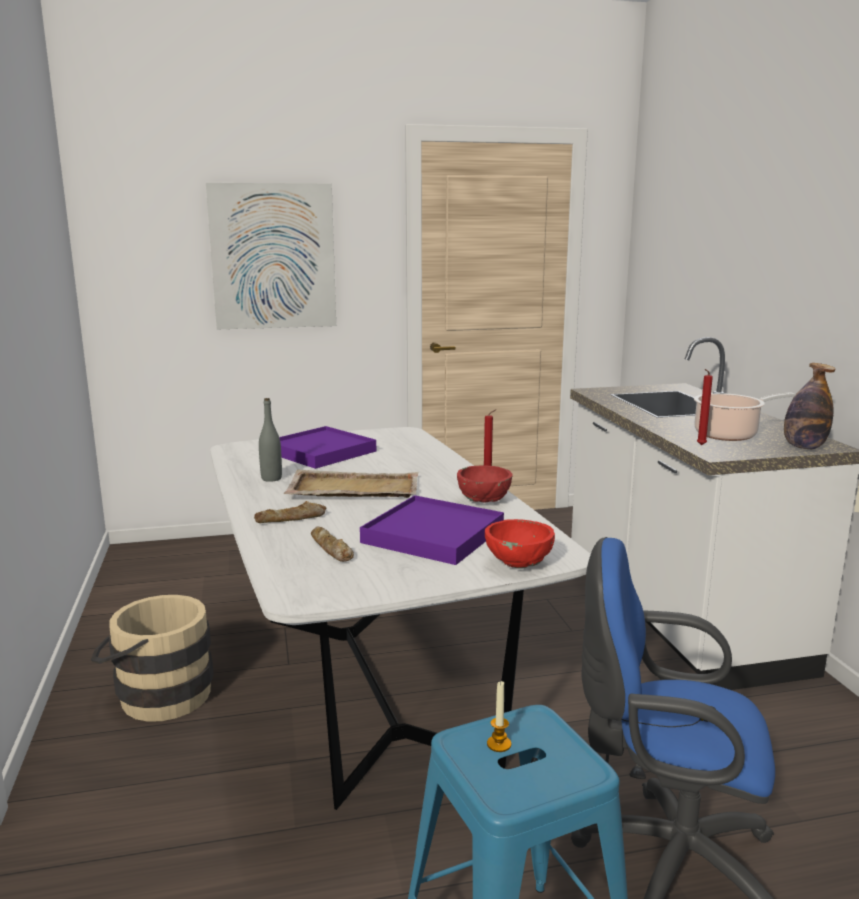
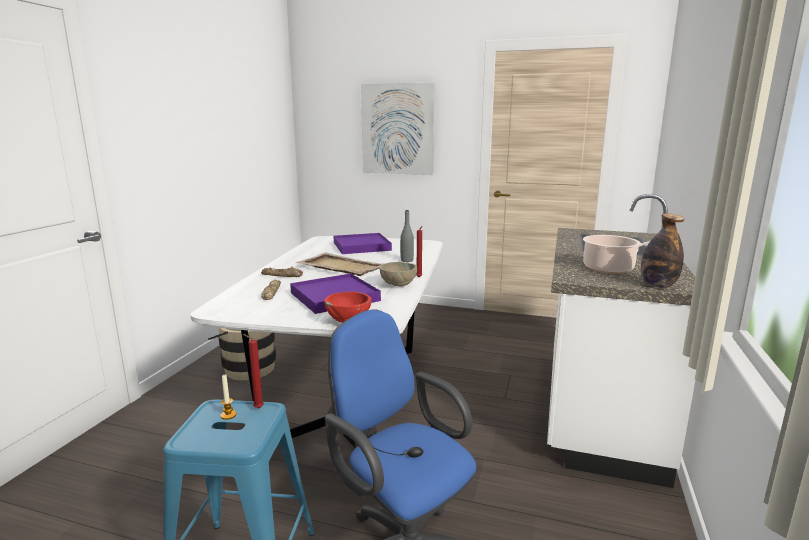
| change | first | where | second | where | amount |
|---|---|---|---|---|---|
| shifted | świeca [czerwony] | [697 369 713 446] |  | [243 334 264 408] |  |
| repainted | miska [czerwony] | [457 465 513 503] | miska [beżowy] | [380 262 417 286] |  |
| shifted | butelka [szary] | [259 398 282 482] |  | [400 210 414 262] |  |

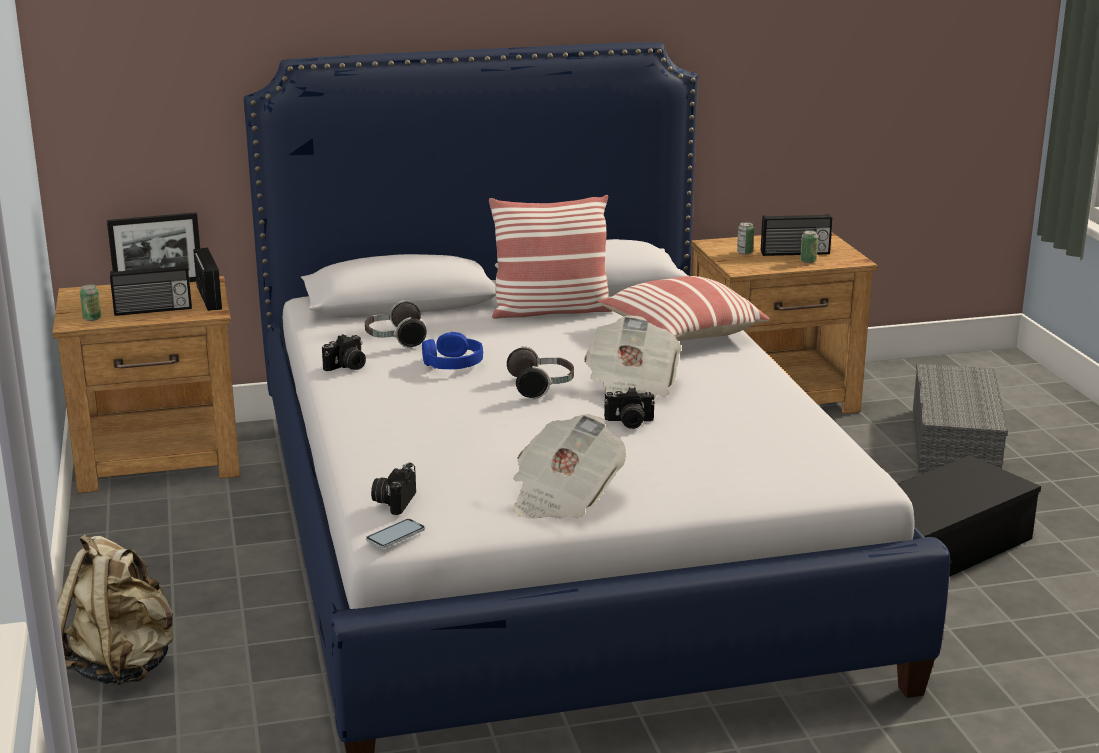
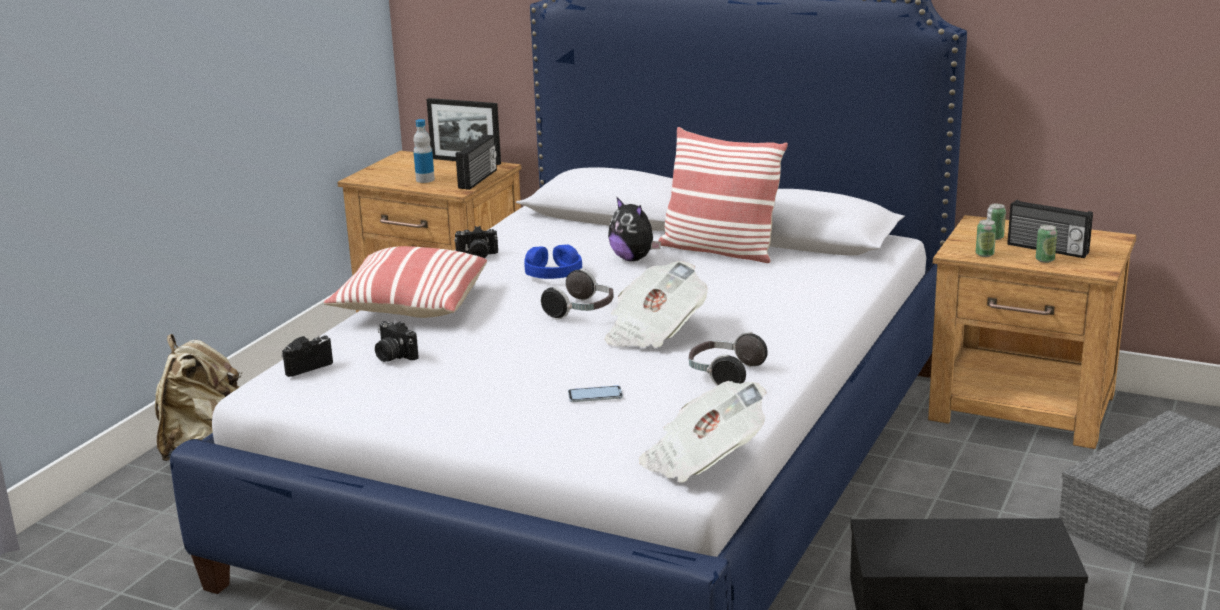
| change | first | where | second | where | amount |
|---|---|---|---|---|---|
| shifted | poduszka | [598 276 769 341] |  | [324 246 487 318] |  |
| shifted | aparat fotograficzny | [604 387 655 429] |  | [375 321 419 362] |  |
| swapped | radio | [110 265 192 316] | butelka | [413 119 435 183] |  |
| shifted | telefon | [366 519 425 548] |  | [568 386 623 402] |  |
| new |  |  | pluszak | [608 197 661 261] |  |
| shifted | gazeta | [513 414 626 519] |  | [639 381 767 483] |  |
| shifted | słuchawki | [365 300 427 349] |  | [689 331 768 386] |  |
| shifted | puszka | [80 285 101 321] |  | [976 220 996 257] |  |

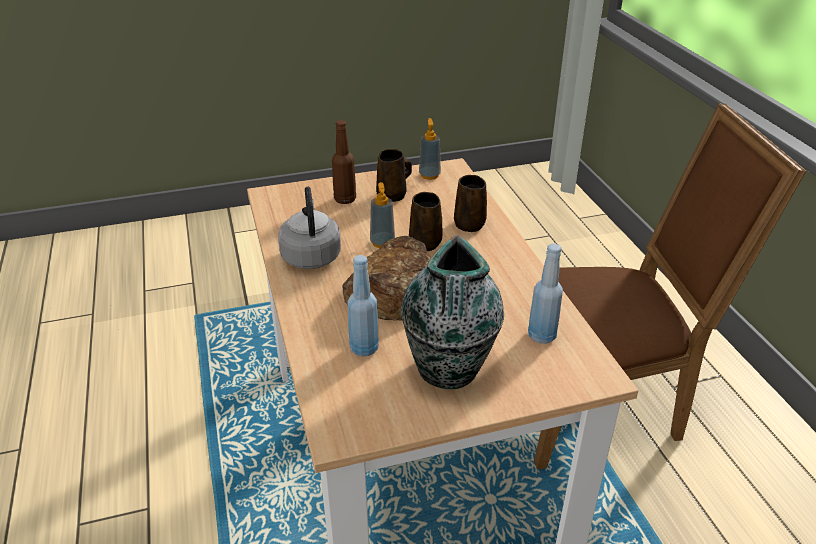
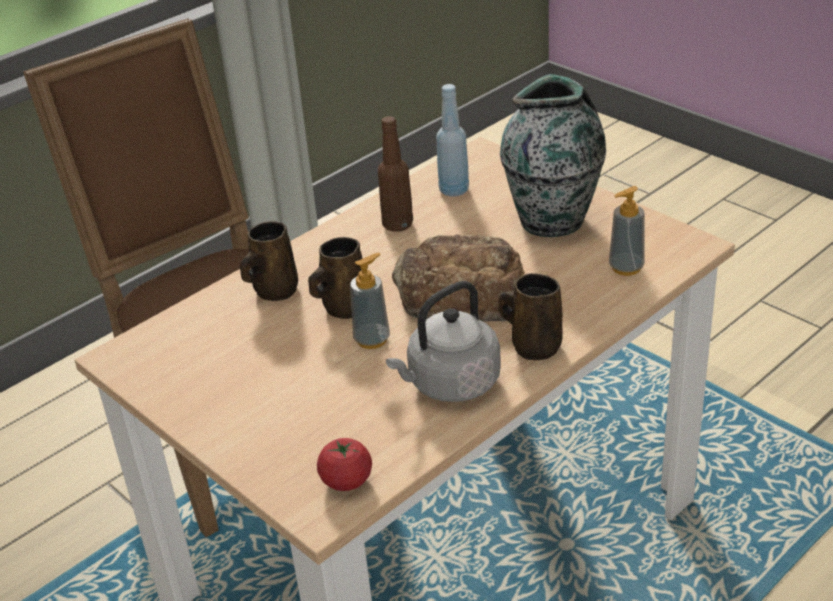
| change | first | where | second | where | amount |
|---|---|---|---|---|---|
| new |  |  | pomidor | [317 438 372 491] |  |
| shifted | butelka [brązowy] | [332 120 356 204] |  | [378 116 413 232] |  |
| shifted | kubek [brązowy] | [376 149 412 202] |  | [499 273 563 360] |  |
| shifted | dozownik mydła | [419 118 441 180] |  | [609 186 644 276] |  |
| gone | butelka [niebieski] | [347 255 379 356] |  |  |  |

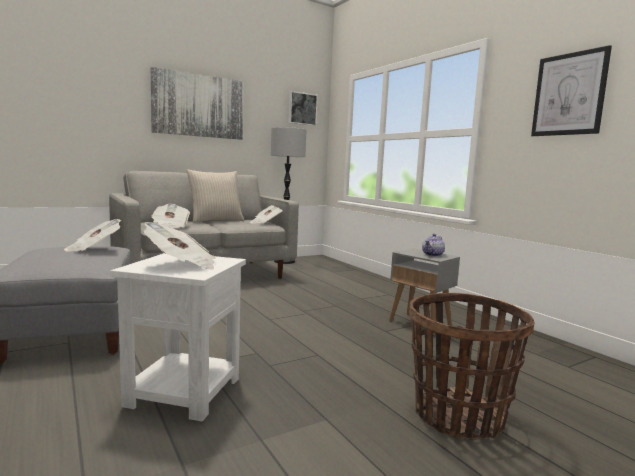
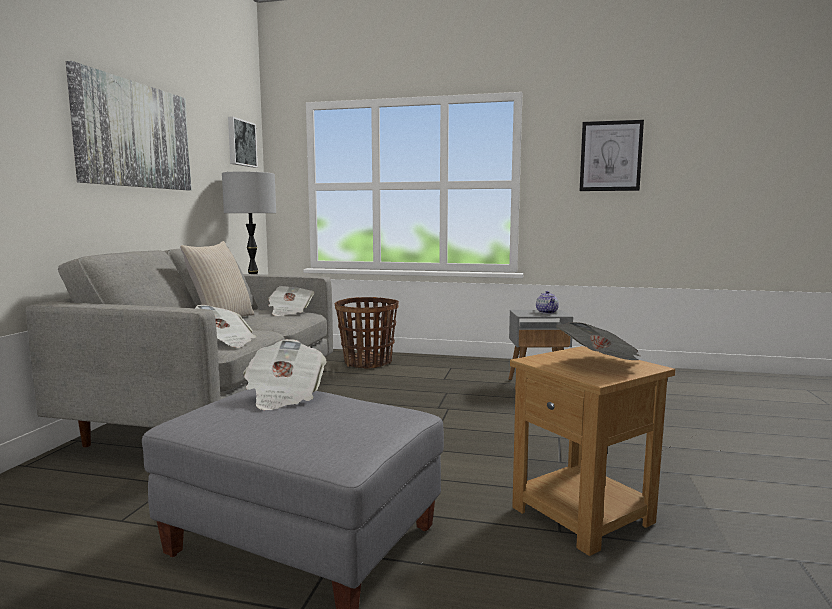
| change | first | where | second | where | amount |
|---|---|---|---|---|---|
| shifted | koszyk | [409 293 535 439] |  | [335 297 399 369] |  |
| repainted | stolik [biały] | [111 253 246 422] | stolik [brązowy] | [510 346 675 556] |  |

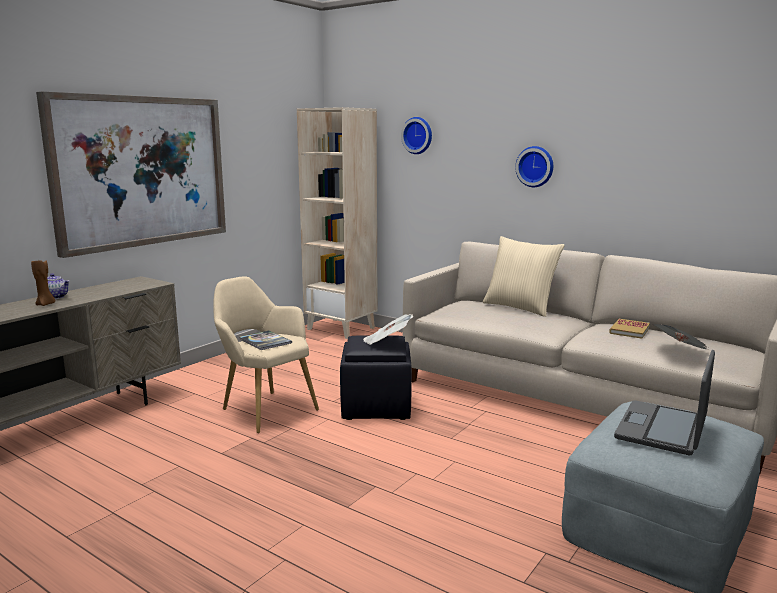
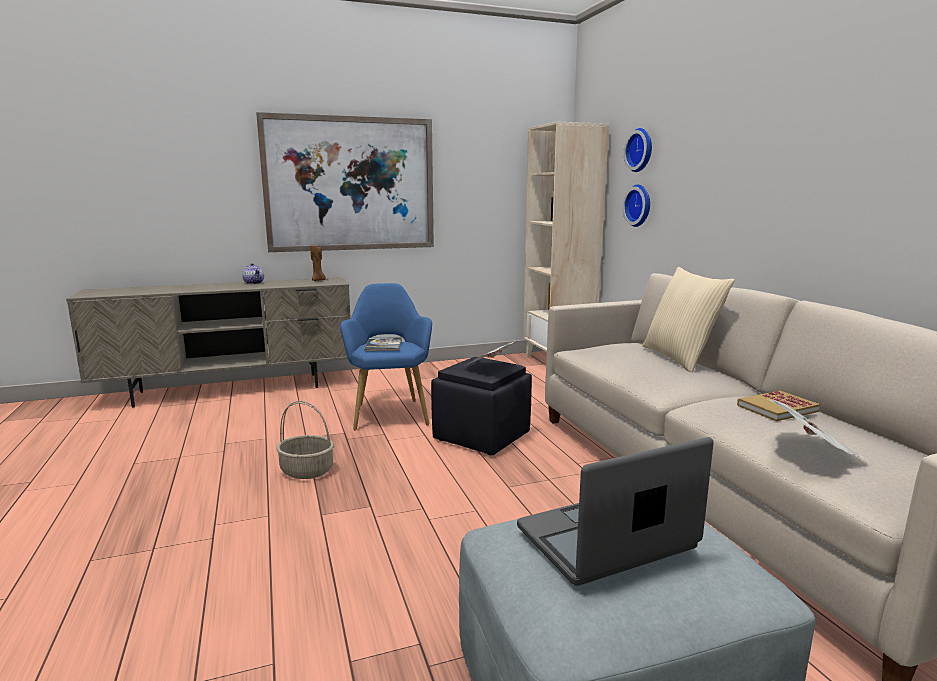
| change | first | where | second | where | amount |
|---|---|---|---|---|---|
| new |  |  | koszyk | [276 401 334 479] |  |
| shifted | świeca [brązowy] | [31 260 55 306] |  | [310 246 326 281] |  |
| repainted | fotel [beżowy] | [213 276 319 433] | fotel [niebieski] | [340 283 432 430] |  |
| shifted | zegar ścienny | [515 146 553 187] |  | [623 184 650 227] |  |

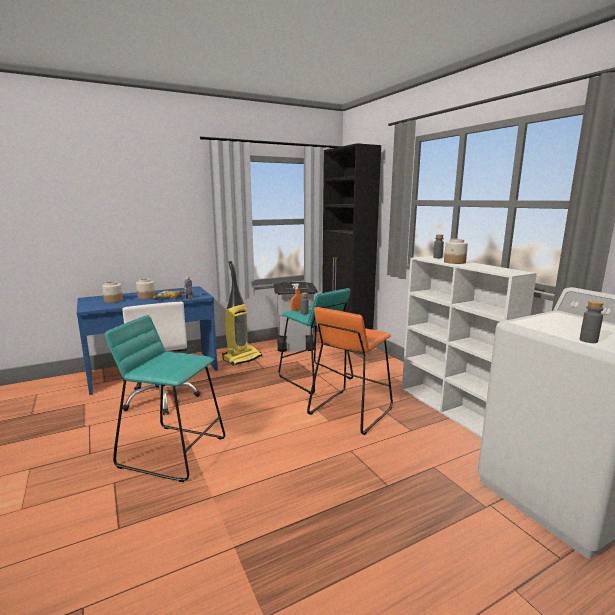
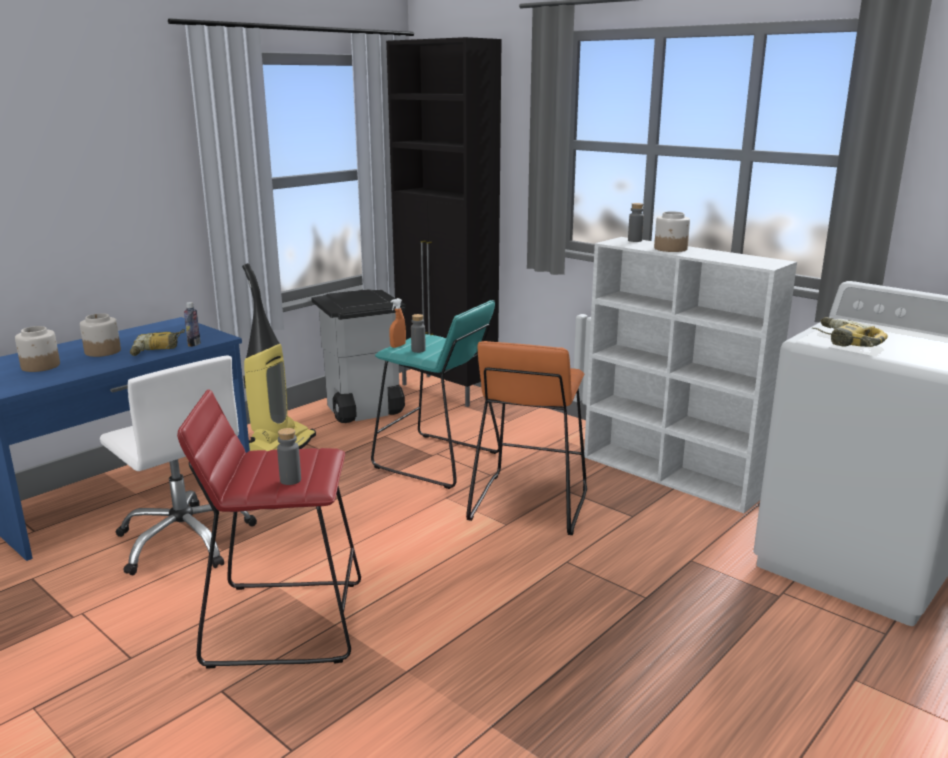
| change | first | where | second | where | amount |
|---|---|---|---|---|---|
| repainted | stołek [turkusowy] | [105 315 225 482] | stołek [czerwony] | [177 389 361 668] |  |
| shifted | butelka [szary] | [580 301 604 343] |  | [277 428 301 485] |  |
| new |  |  | wiertarka | [812 317 888 347] |  |

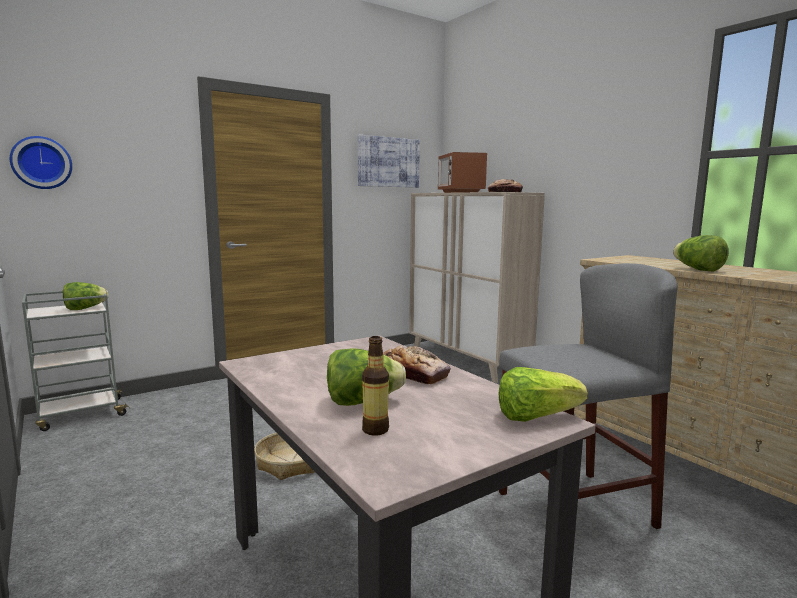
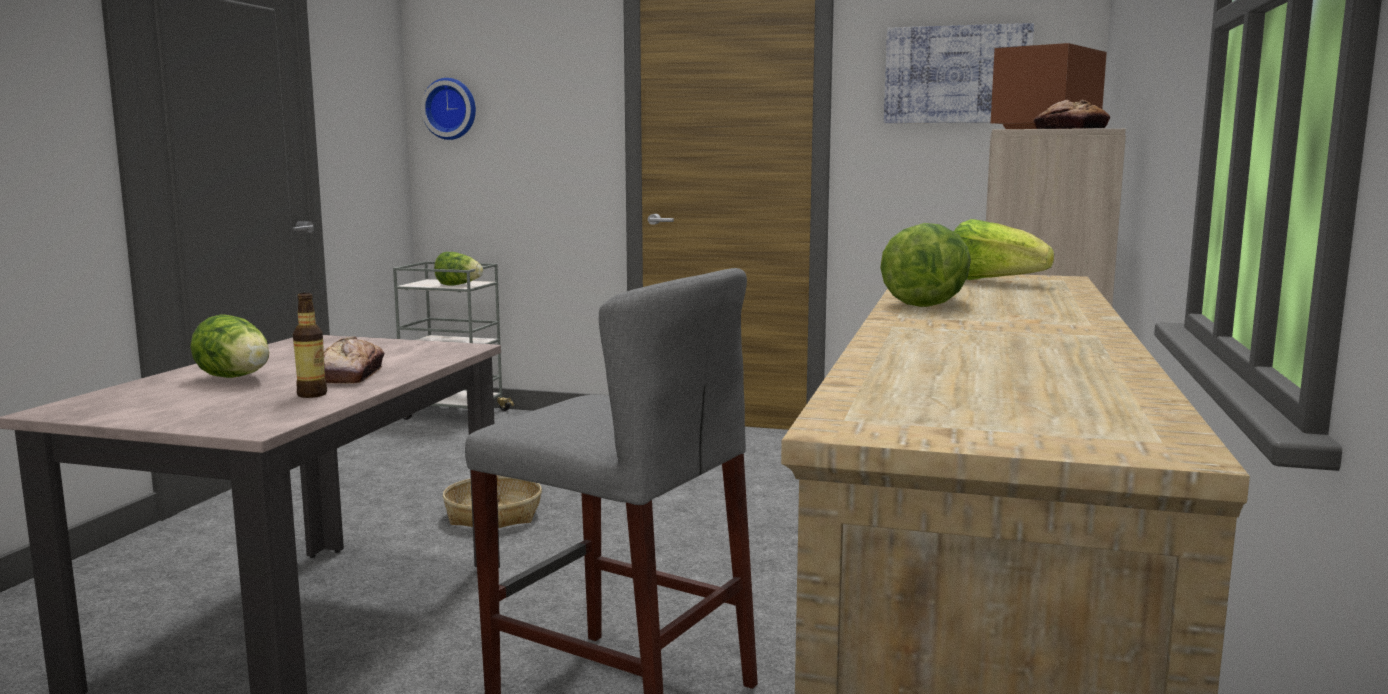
| change | first | where | second | where | amount |
|---|---|---|---|---|---|
| shifted | butelka | [362 336 389 436] |  | [293 293 327 398] |  |
| shifted | sałata | [499 367 588 422] |  | [954 219 1054 280] |  |

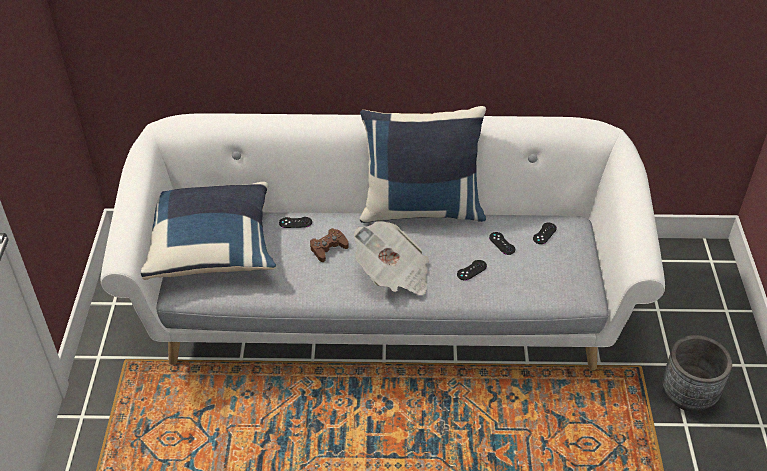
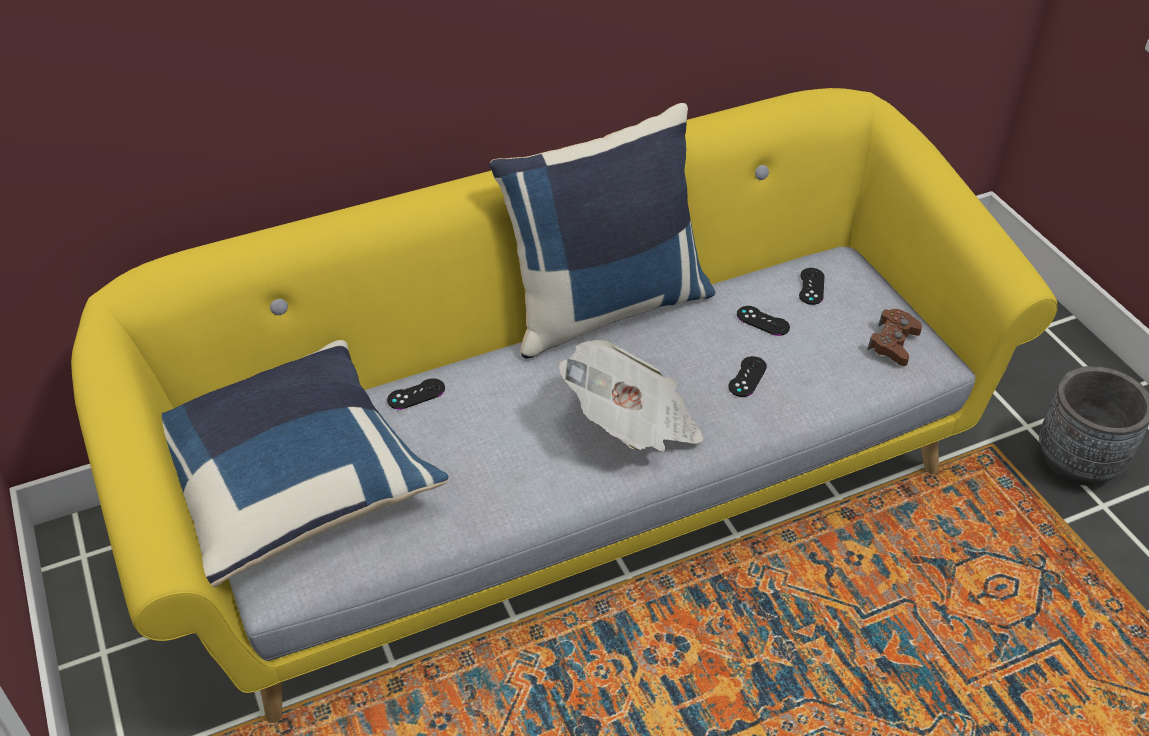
| change | first | where | second | where | amount |
|---|---|---|---|---|---|
| repainted | kanapa [biały] | [100 113 665 370] | kanapa [żółty] | [71 88 1058 723] |  |
| shifted | pad do gier [brązowy] | [310 228 349 262] |  | [868 309 922 366] |  |

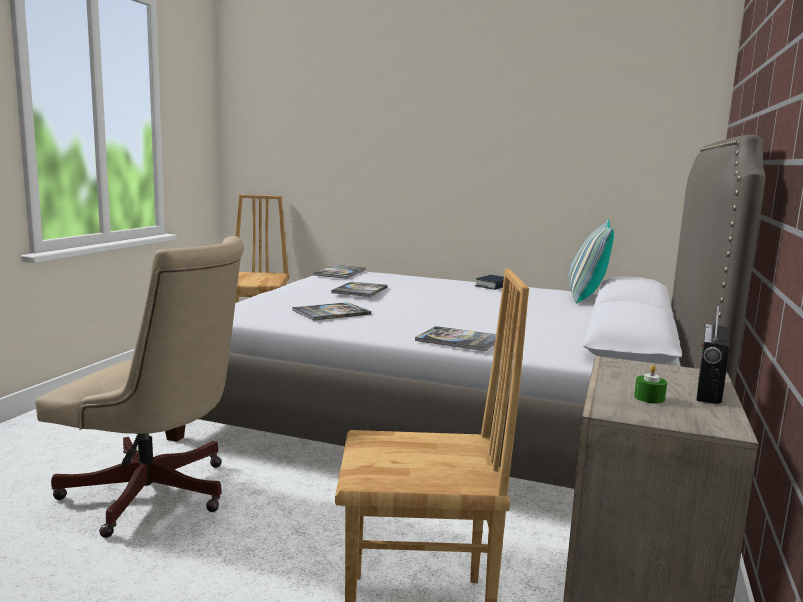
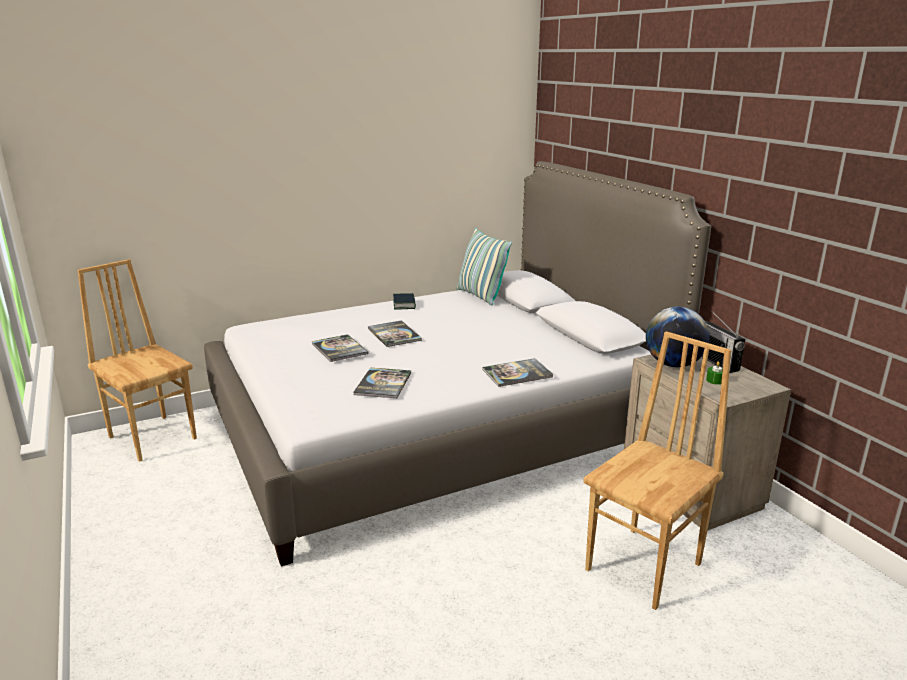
| change | first | where | second | where | amount |
|---|---|---|---|---|---|
| shifted | książka | [313 265 365 279] |  | [368 320 422 347] |  |
| new |  |  | globus | [646 307 709 367] |  |
| gone | krzesło biurowe [beżowy] | [35 236 244 538] |  |  |  |

